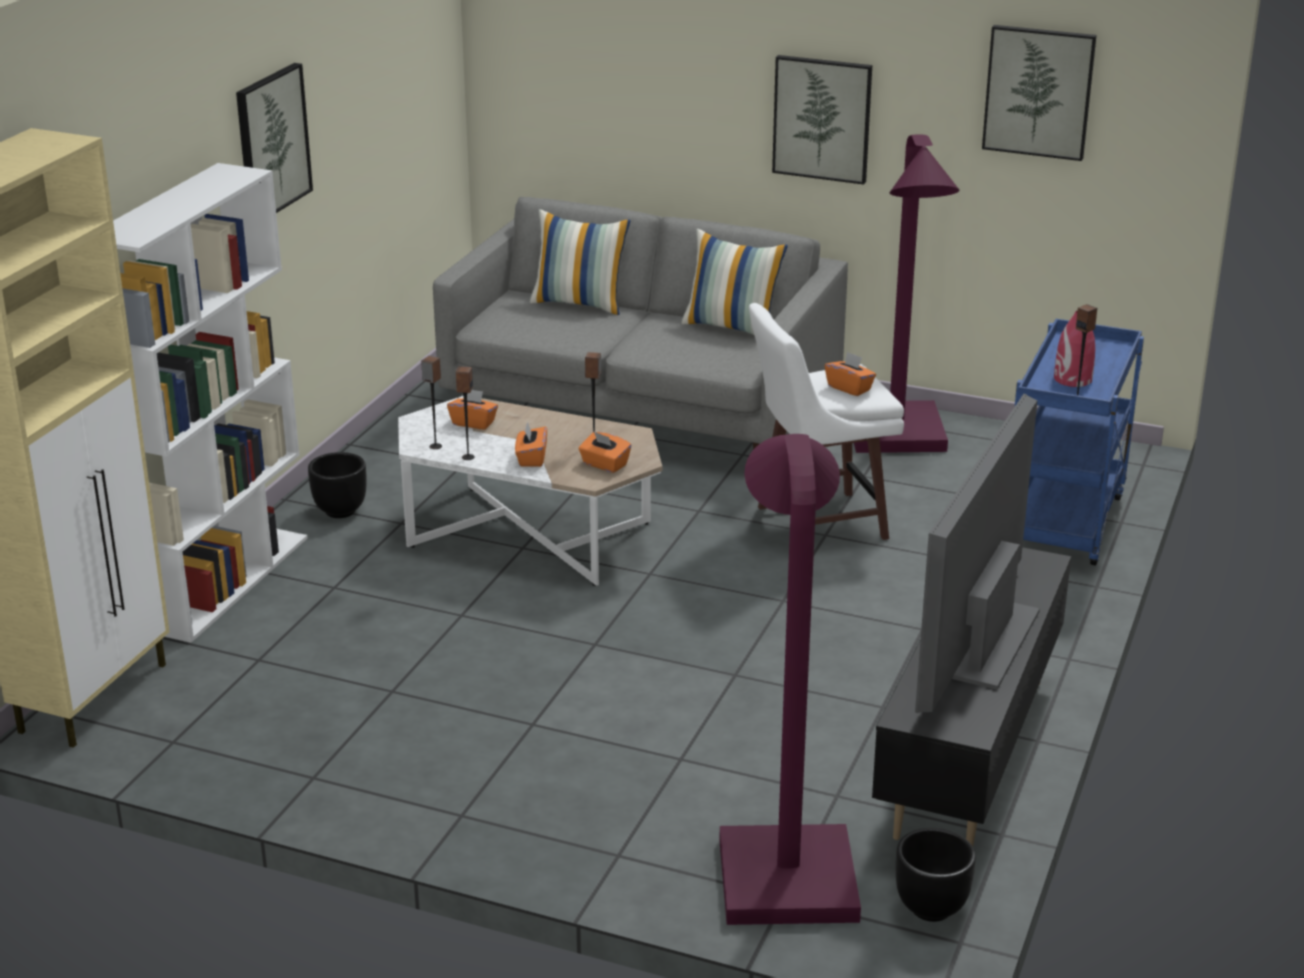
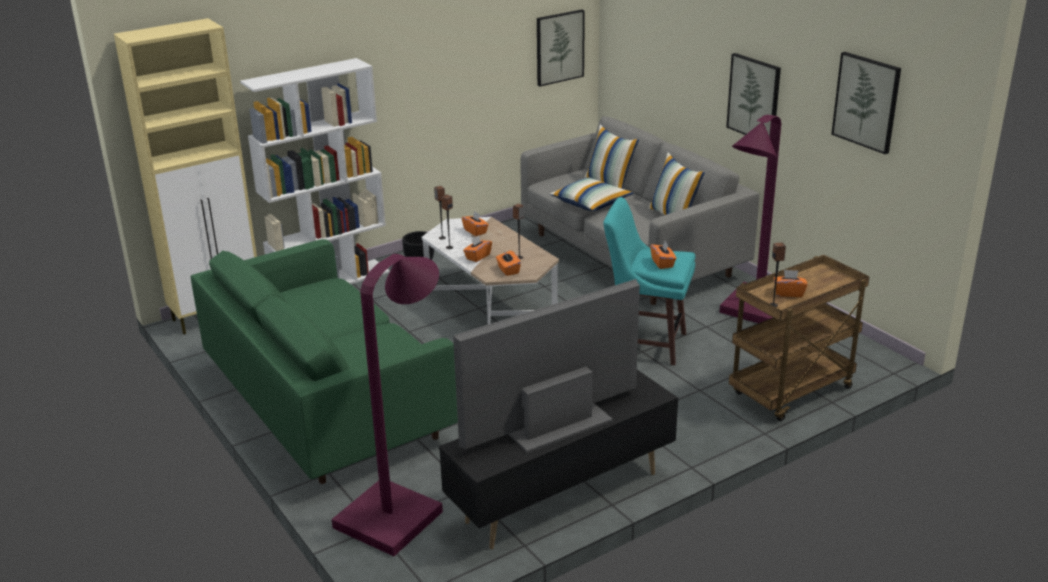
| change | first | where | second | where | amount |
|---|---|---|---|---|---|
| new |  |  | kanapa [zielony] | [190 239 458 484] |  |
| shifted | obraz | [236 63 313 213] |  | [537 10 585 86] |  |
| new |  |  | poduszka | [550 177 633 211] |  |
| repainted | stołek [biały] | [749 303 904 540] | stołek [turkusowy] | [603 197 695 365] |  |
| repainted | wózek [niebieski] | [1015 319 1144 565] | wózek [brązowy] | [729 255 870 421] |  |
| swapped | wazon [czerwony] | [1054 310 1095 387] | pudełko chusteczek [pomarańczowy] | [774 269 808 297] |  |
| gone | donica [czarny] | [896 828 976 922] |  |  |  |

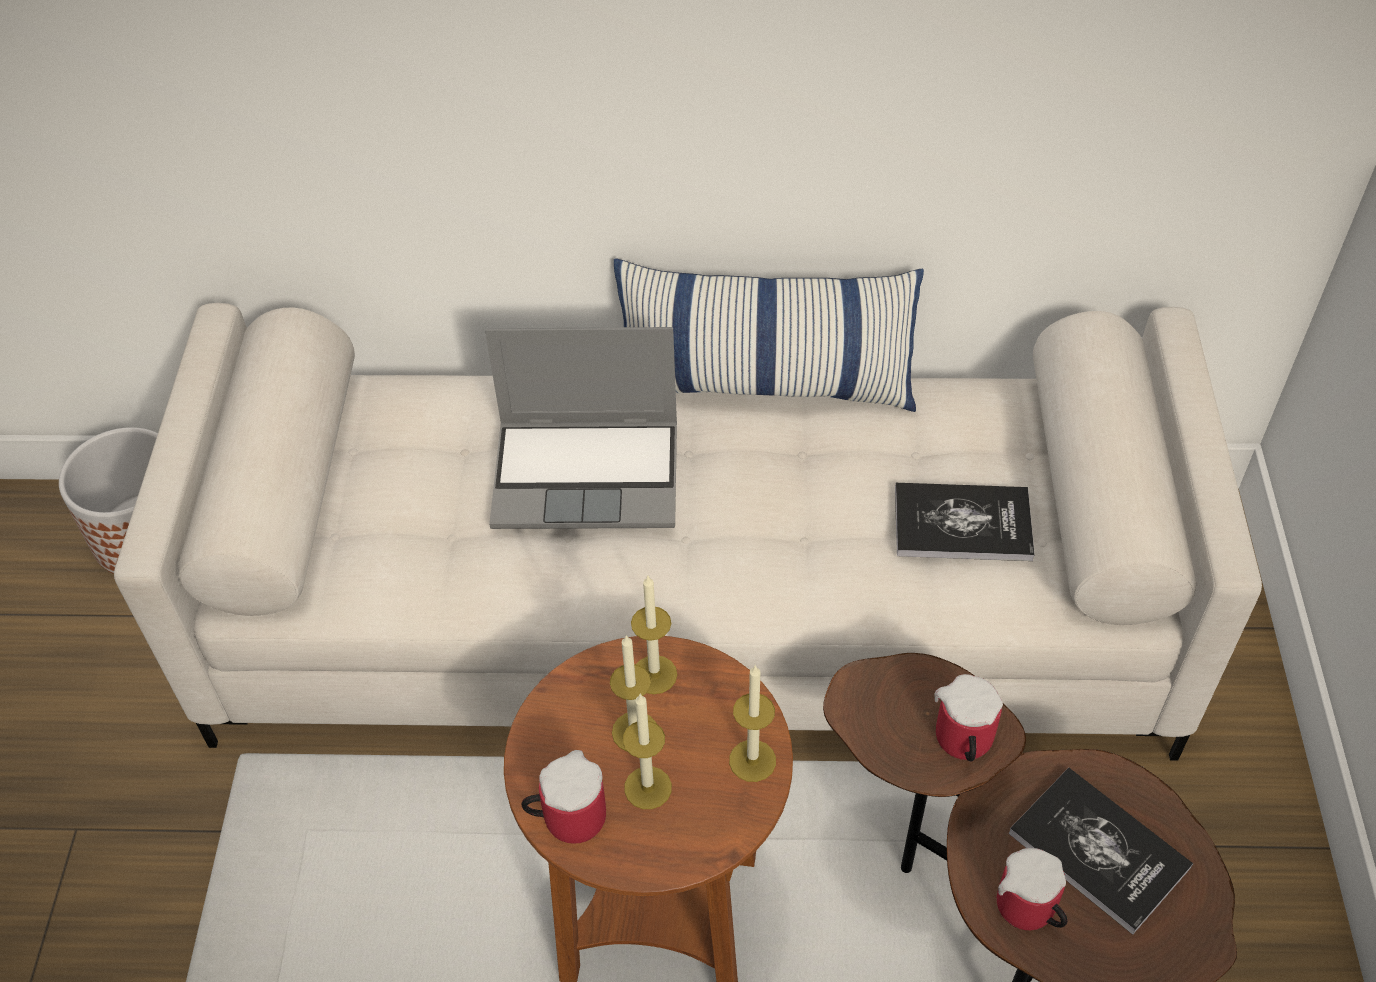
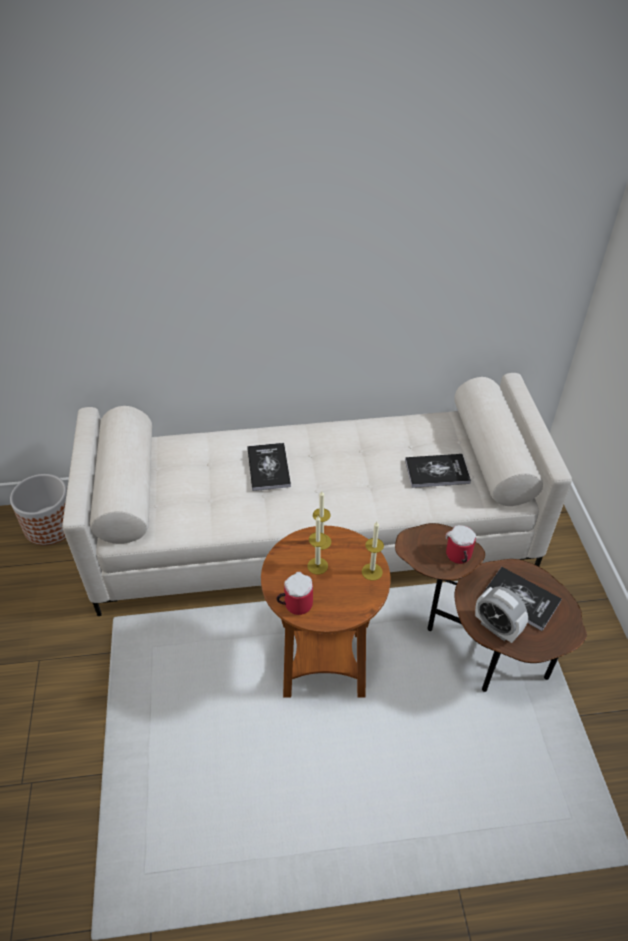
| change | first | where | second | where | amount |
|---|---|---|---|---|---|
| swapped | laptop | [485 327 677 529] | książka | [247 443 291 491] |  |
| swapped | kubek | [997 848 1068 930] | budzik | [475 586 528 643] |  |
| gone | poduszka | [614 258 924 412] |  |  |  |
| gone | świeca | [623 693 672 809] |  |  |  |

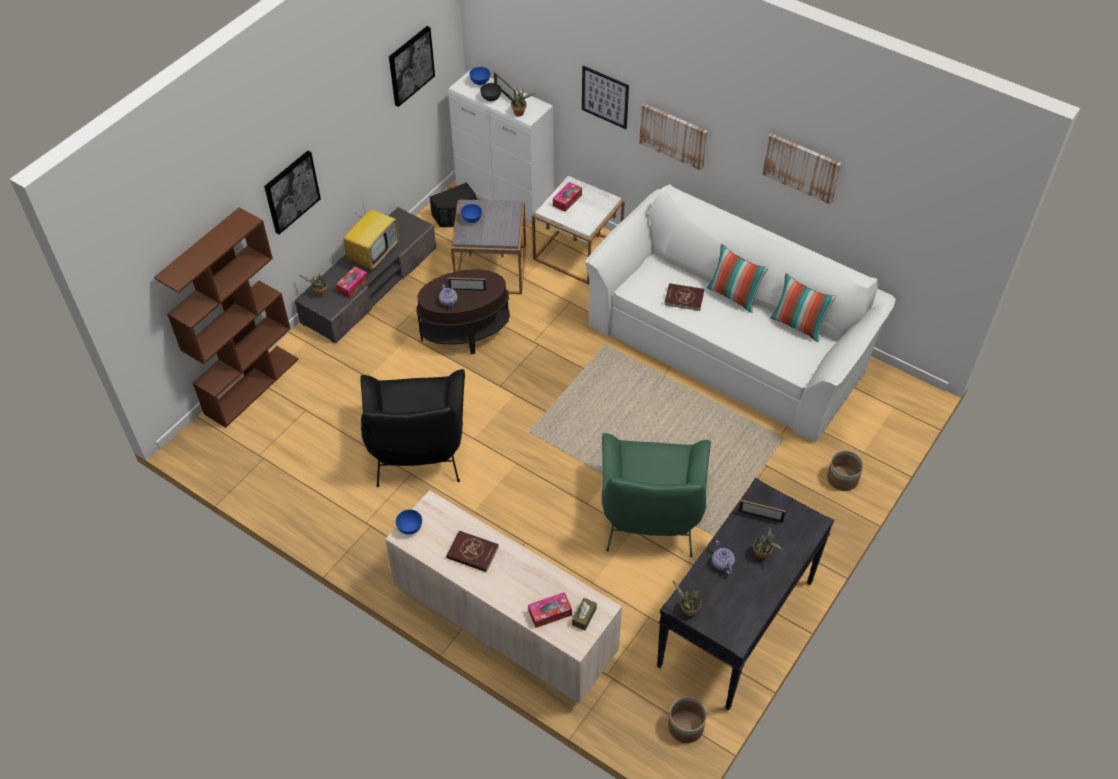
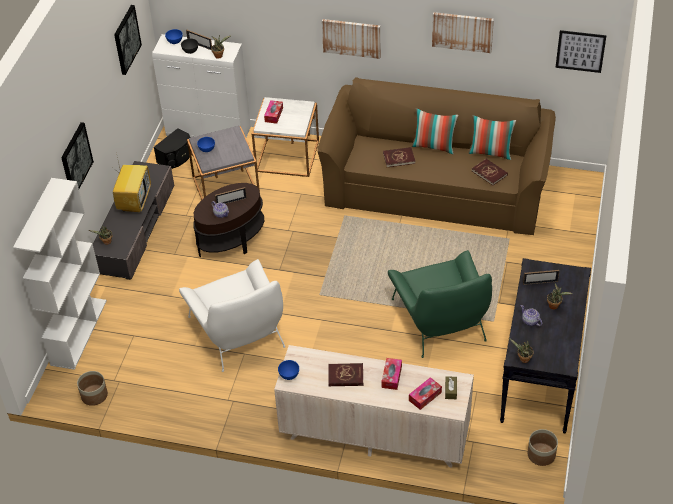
| change | first | where | second | where | amount |
|---|---|---|---|---|---|
| repainted | regał [brązowy] | [154 207 299 428] | regał [biały] | [13 178 107 370] |  |
| shifted | donica | [827 450 863 491] |  | [77 371 108 406] |  |
| repainted | fotel [czarny] | [360 369 465 487] | fotel [biały] | [179 259 285 372] |  |
| repainted | kanapa [biały] | [585 184 896 443] | kanapa [brązowy] | [317 77 556 235] |  |
| shifted | pudełko chusteczek | [336 266 368 298] |  | [381 358 402 390] |  |
| new |  |  | książka [czerwony] | [472 159 508 185] |  |
| shifted | obraz | [582 66 629 129] |  | [555 30 607 73] |  |

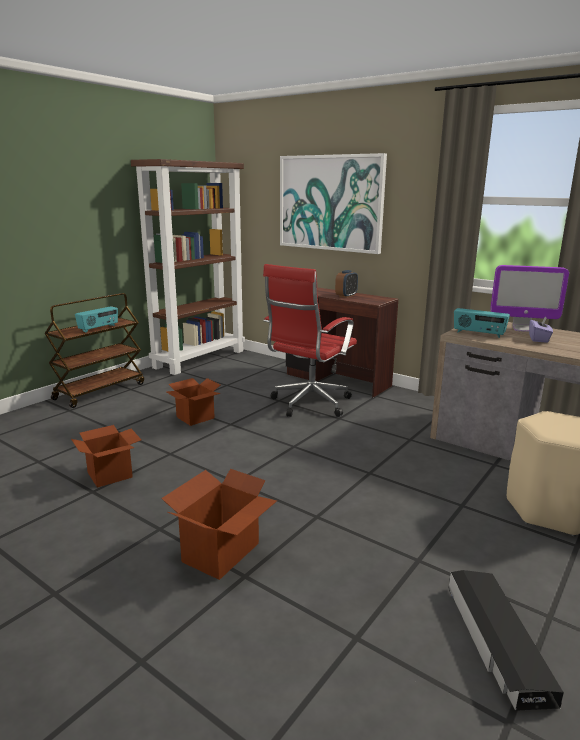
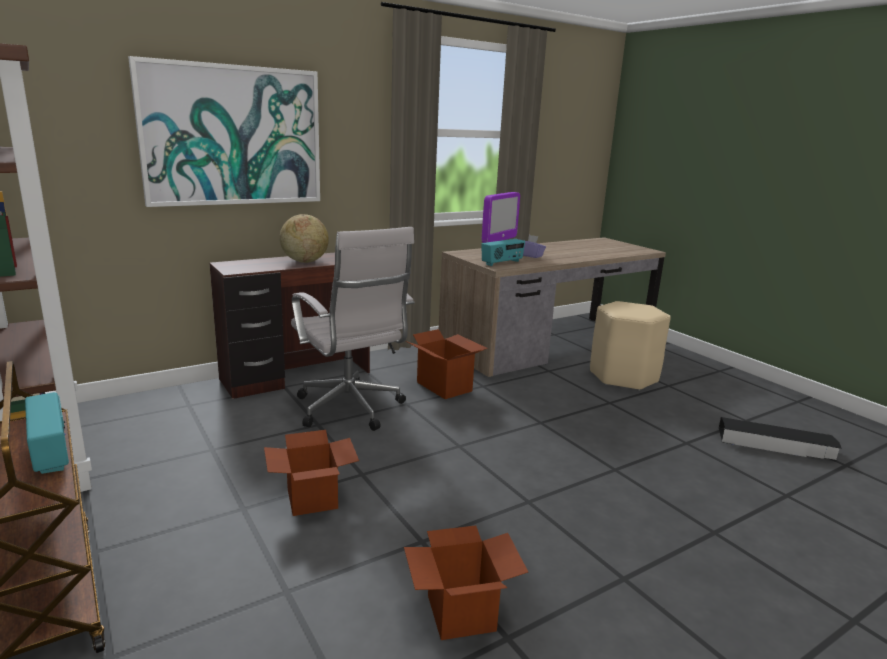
| change | first | where | second | where | amount |
|---|---|---|---|---|---|
| swapped | budzik | [335 270 358 298] | globus | [280 214 329 263] |  |
| repainted | krzesło biurowe [czerwony] | [263 264 357 417] | krzesło biurowe [biały] | [291 227 414 431] |  |
| shifted | karton | [161 469 277 580] |  | [406 329 488 399] |  |

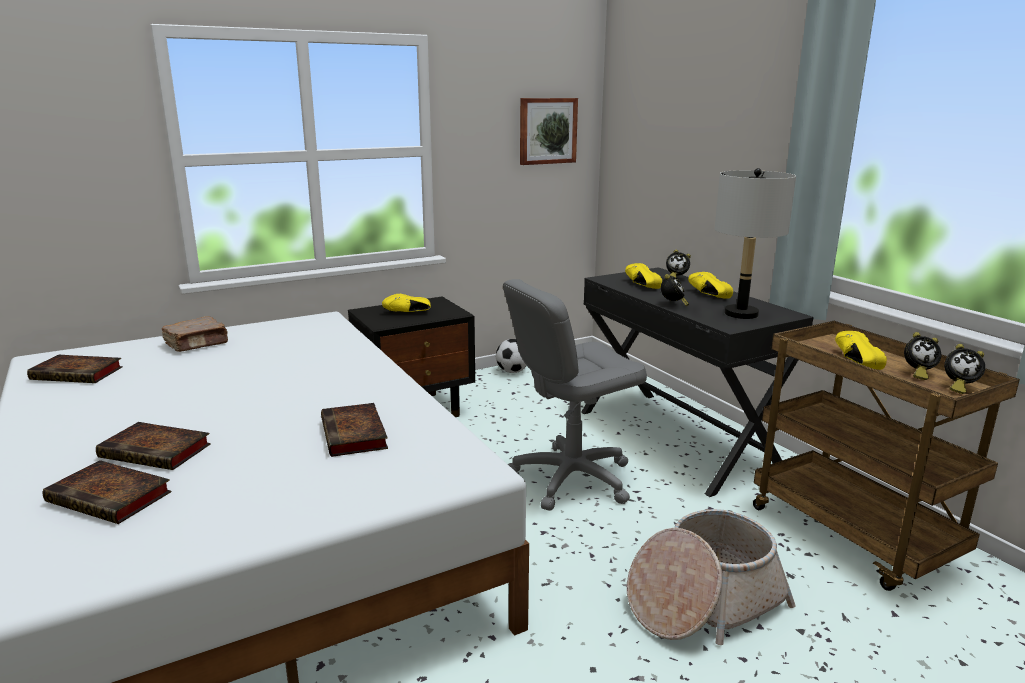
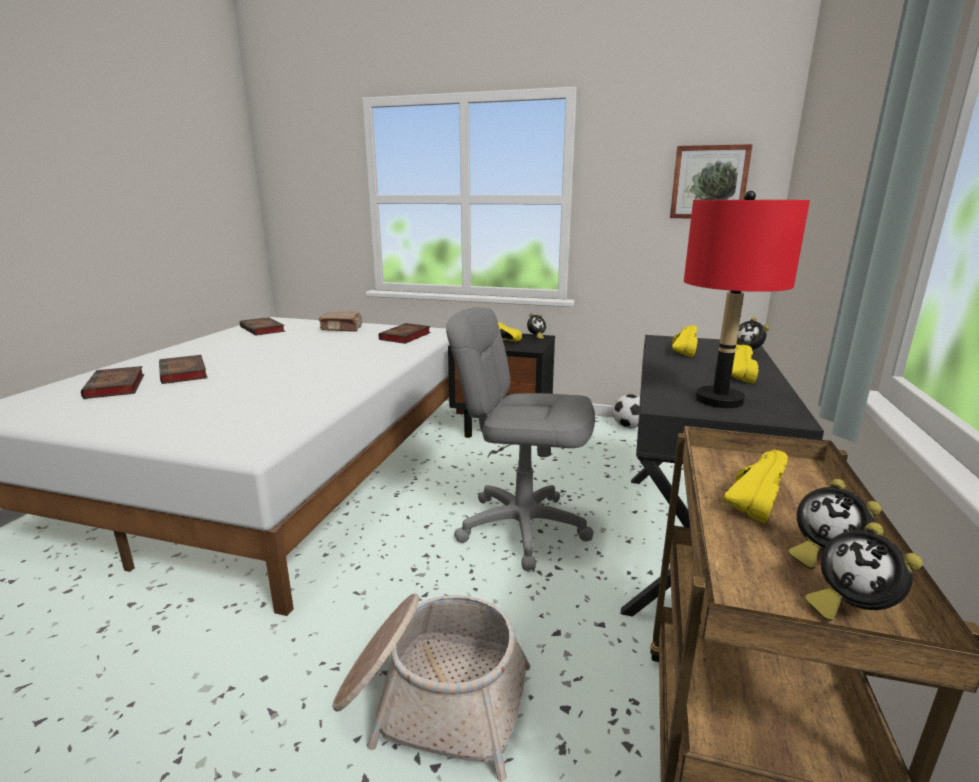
| change | first | where | second | where | amount |
|---|---|---|---|---|---|
| shifted | książka | [321 403 388 457] |  | [379 323 431 344] |  |
| shifted | budzik | [661 274 689 306] |  | [527 313 546 340] |  |
| repainted | lampa stołowa [szary] | [715 168 796 319] | lampa stołowa [czerwony] | [684 191 810 408] |  |

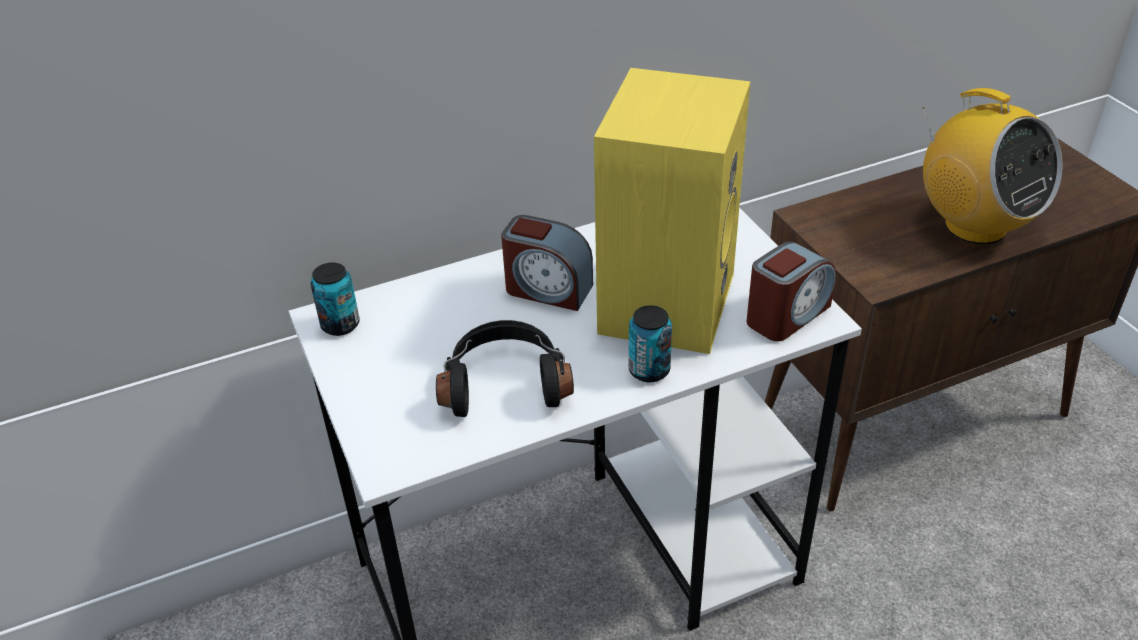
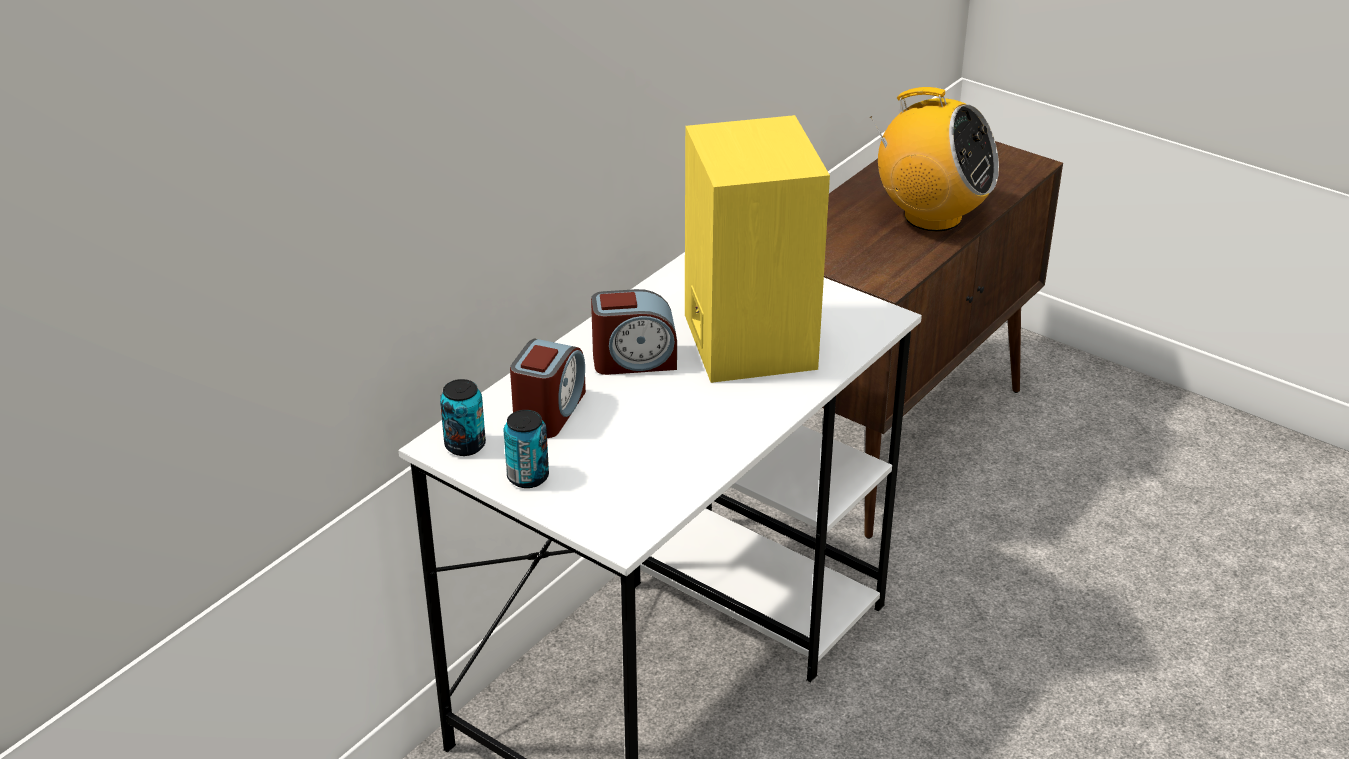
| change | first | where | second | where | amount |
|---|---|---|---|---|---|
| shifted | puszka | [629 305 672 382] |  | [504 410 549 488] |  |
| shifted | budzik | [747 241 836 341] |  | [510 338 586 438] |  |
| gone | słuchawki [czarny] | [436 320 574 417] |  |  |  |

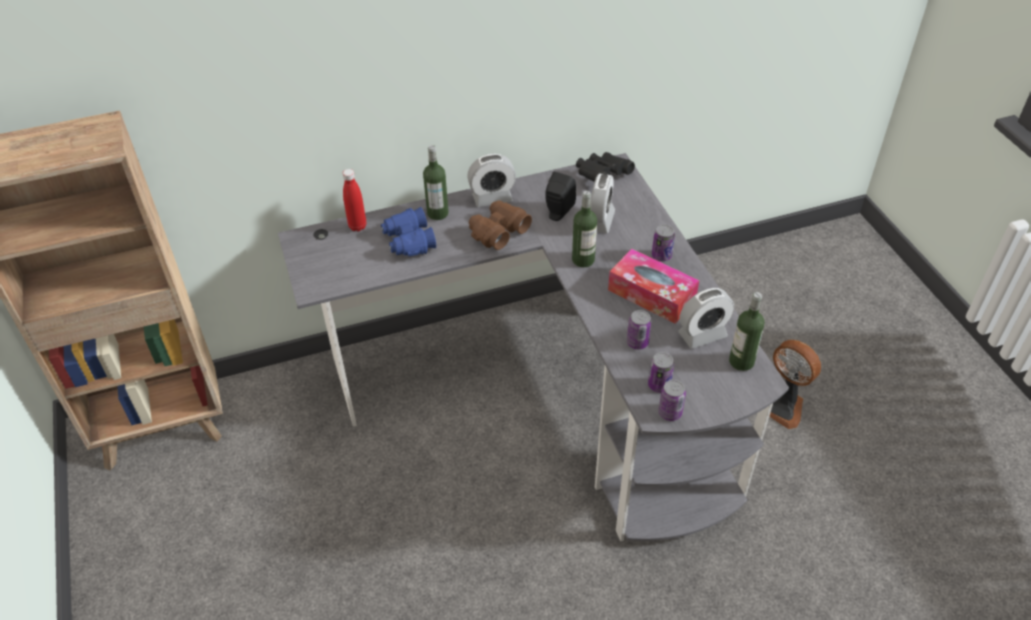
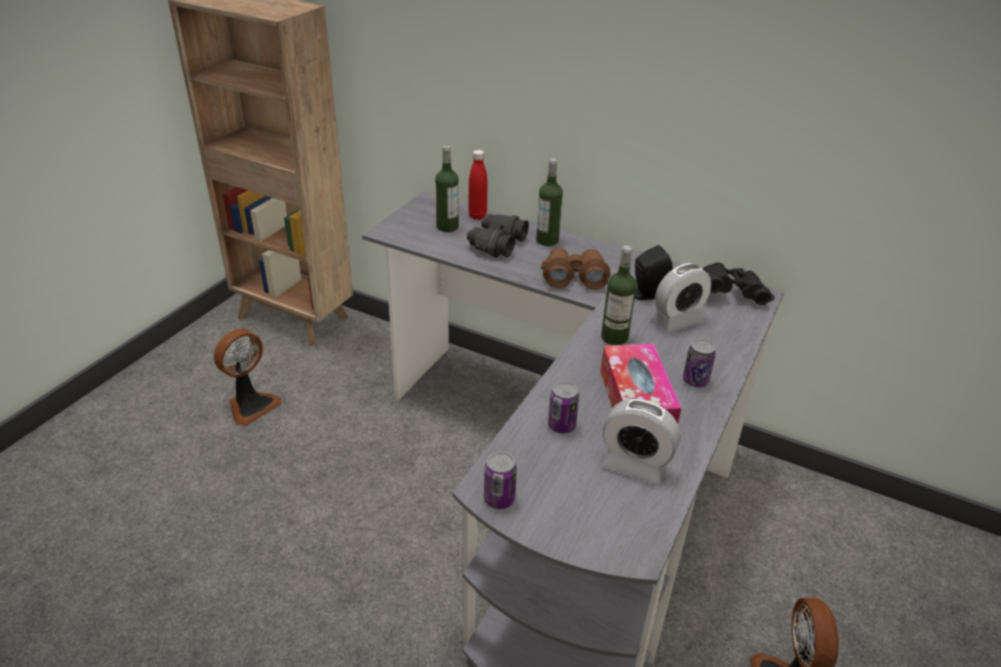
| change | first | where | second | where | amount |
|---|---|---|---|---|---|
| new |  |  | wentylator | [214 329 282 426] |  |
| shifted | butelka | [729 292 765 371] |  | [435 145 459 232] |  |
| repainted | lornetka [niebieski] | [381 207 436 256] | lornetka [czarny] | [467 214 529 258] |  |
| gone | budzik | [467 154 516 207] |  |  |  |
| gone | puszka | [648 352 674 393] |  |  |  |

